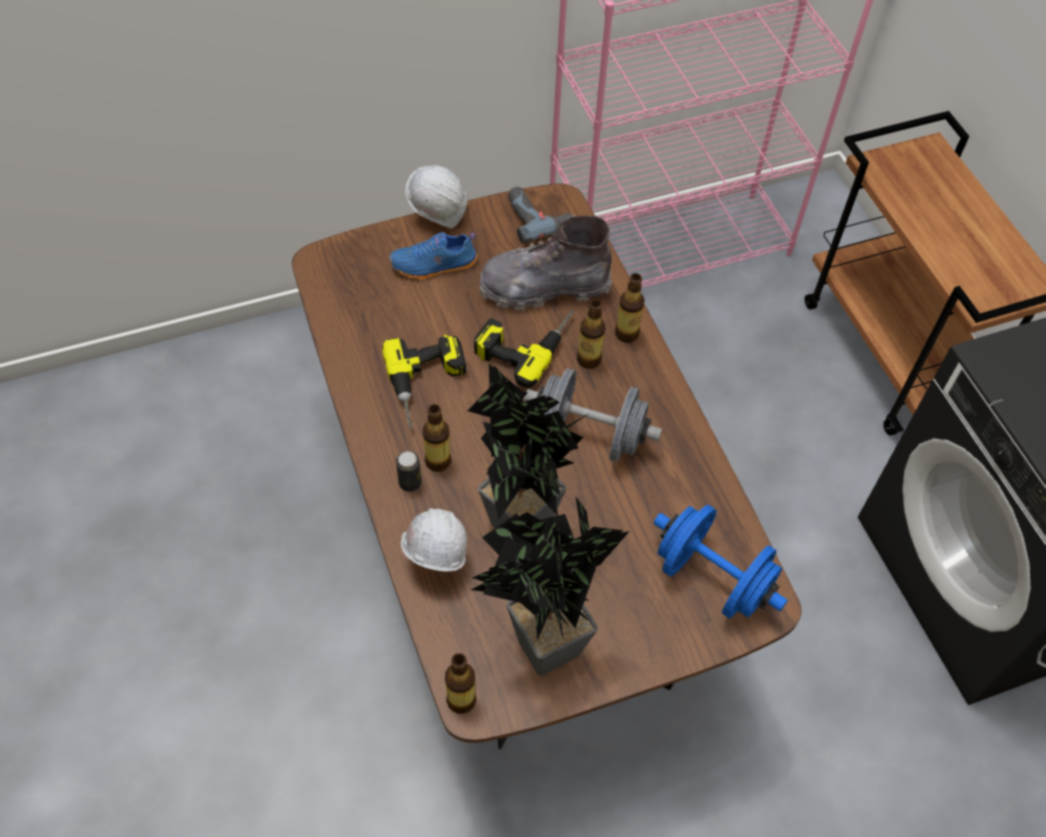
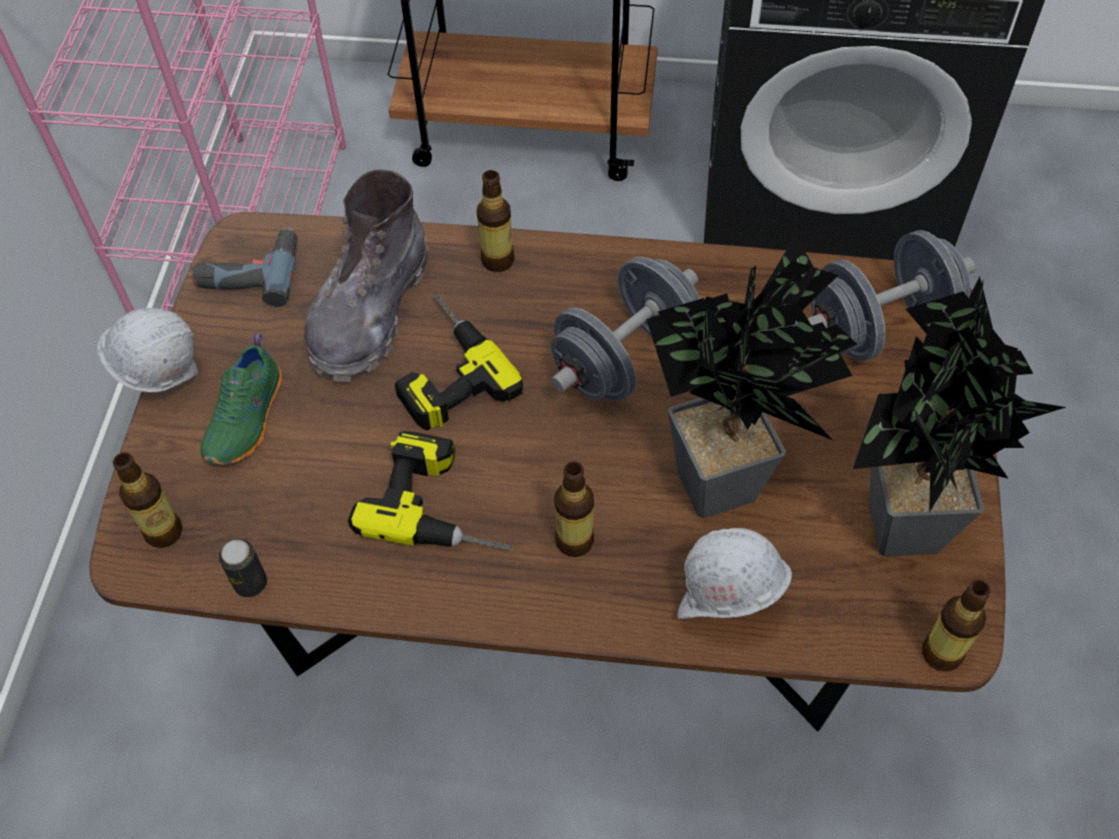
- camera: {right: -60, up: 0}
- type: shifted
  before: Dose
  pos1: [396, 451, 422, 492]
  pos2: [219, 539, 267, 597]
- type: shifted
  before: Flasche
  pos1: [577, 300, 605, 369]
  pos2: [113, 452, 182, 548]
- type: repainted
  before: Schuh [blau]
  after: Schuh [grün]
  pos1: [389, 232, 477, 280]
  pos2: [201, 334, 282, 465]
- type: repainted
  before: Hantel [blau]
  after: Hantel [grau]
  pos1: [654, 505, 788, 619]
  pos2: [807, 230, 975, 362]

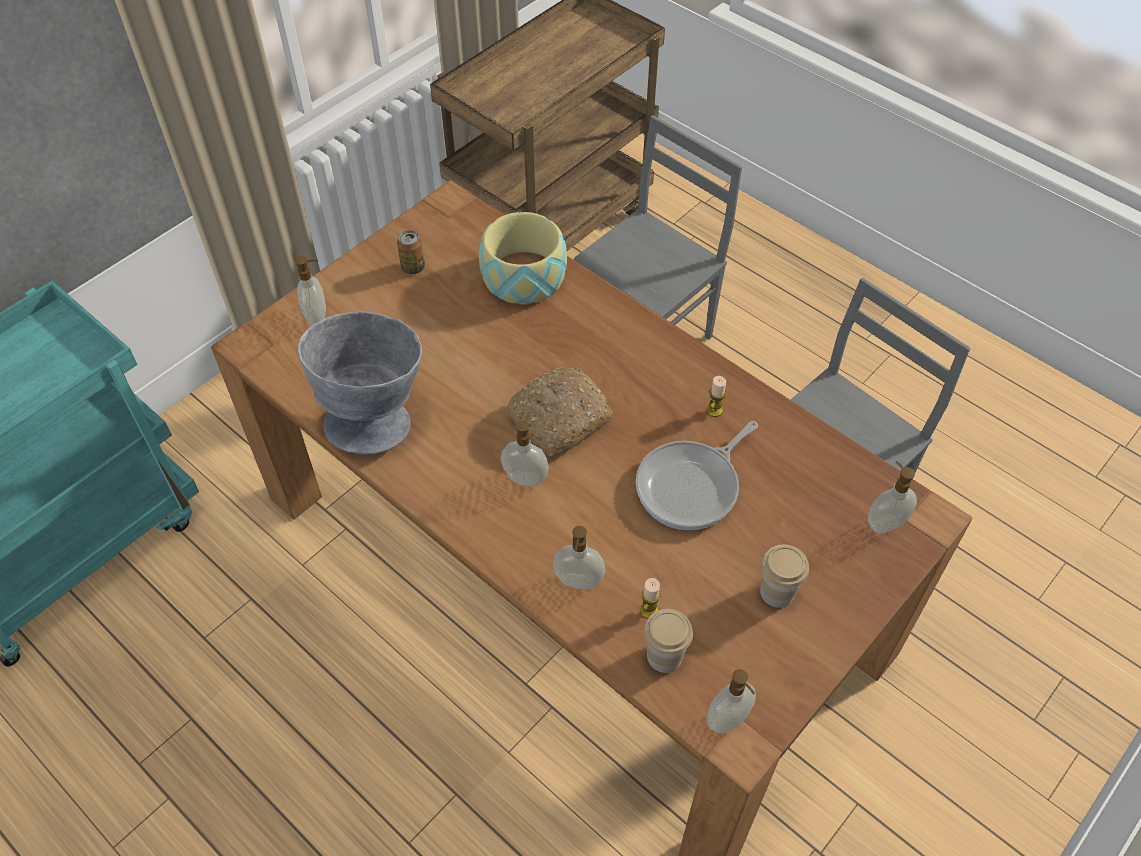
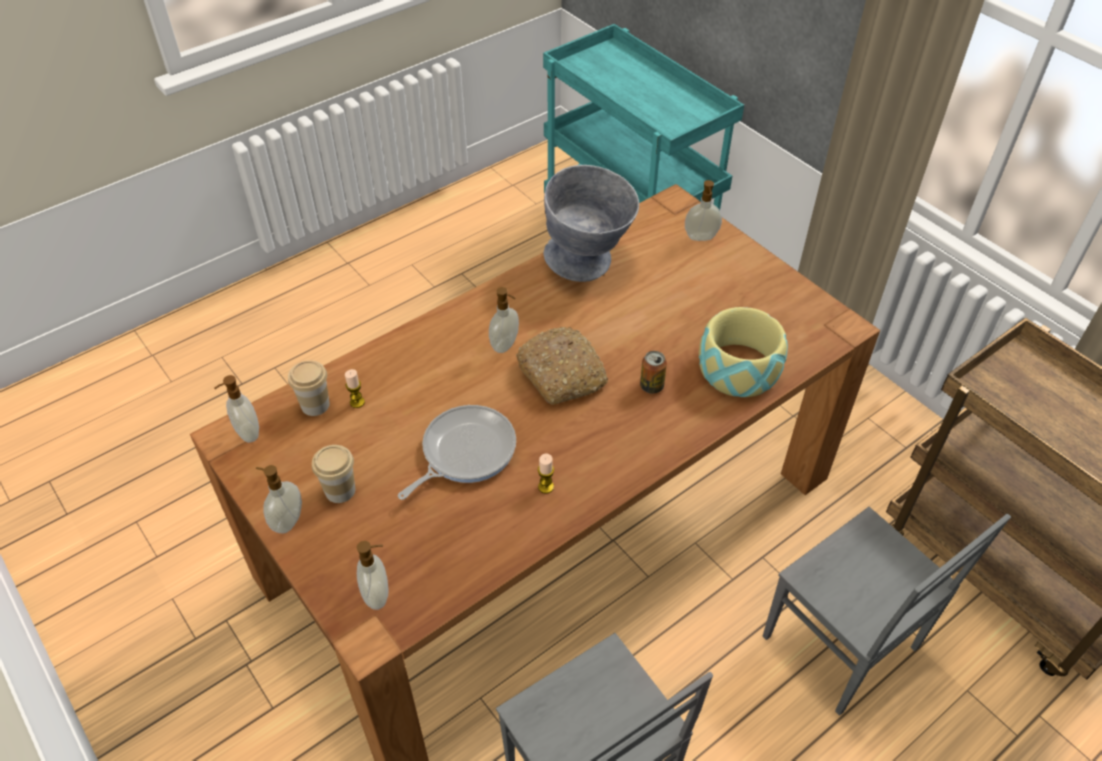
- camera: {right: 100, up: -5}
- type: shifted
  before: Dose
  pos1: [397, 230, 425, 274]
  pos2: [640, 351, 667, 394]
- type: shifted
  before: Seifenspender
  pos1: [553, 526, 605, 589]
  pos2: [255, 465, 302, 534]
- type: rotated
  before: Pfanne
  pos1: [636, 421, 758, 530]
  pos2: [398, 405, 516, 500]
  turn: 75

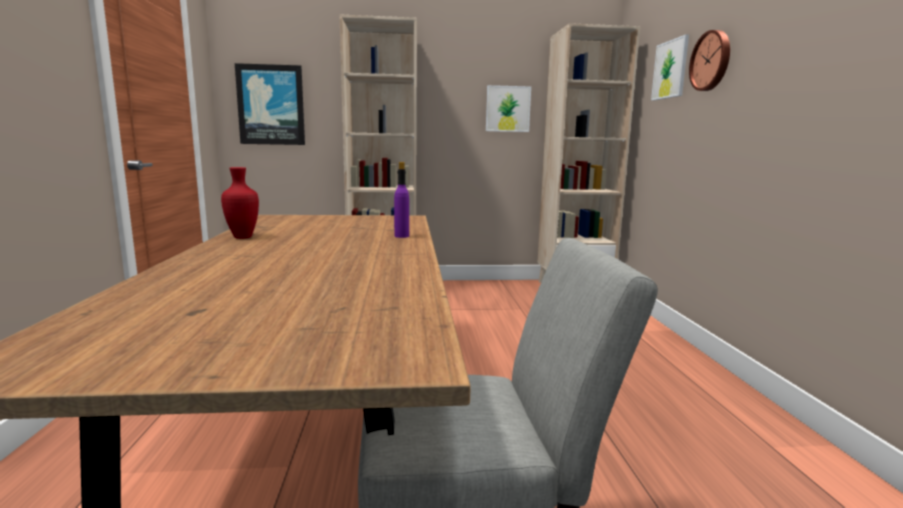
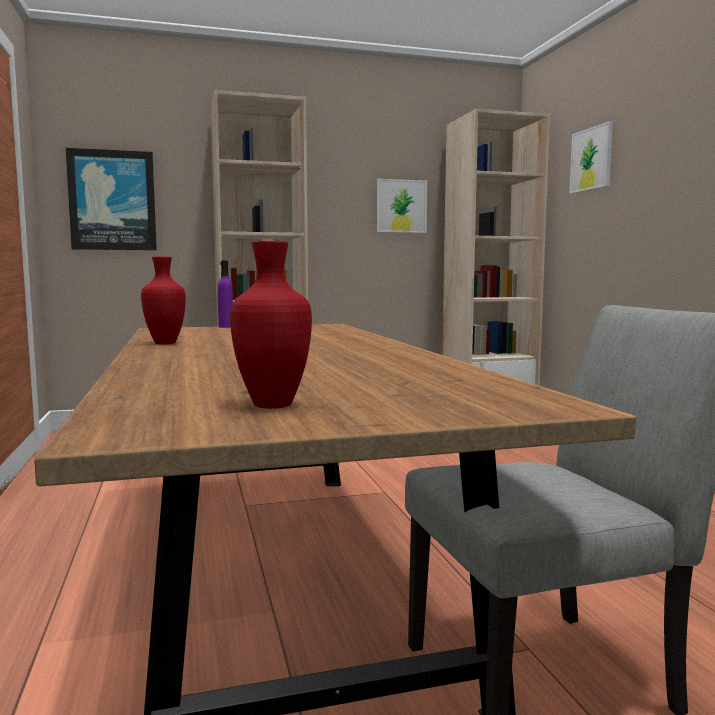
- camera: {right: -10, up: -5}
- type: gone
  before: Wanduhr
  pos1: [689, 30, 730, 91]
- type: new
  after: Vase [rot]
  pos2: [230, 241, 312, 409]
- type: shifted
  before: Flasche [lila]
  pos1: [394, 169, 409, 238]
  pos2: [218, 261, 233, 328]

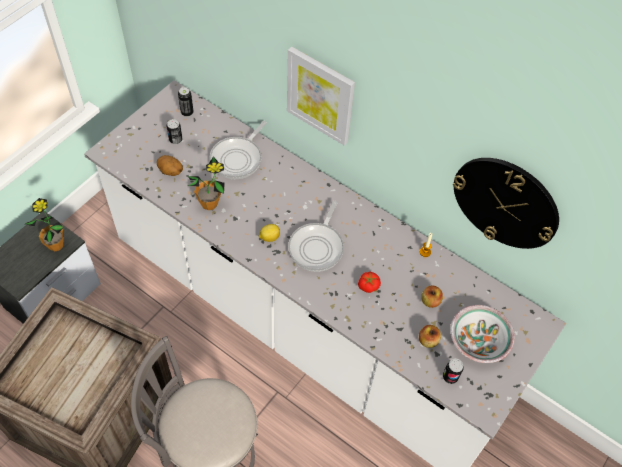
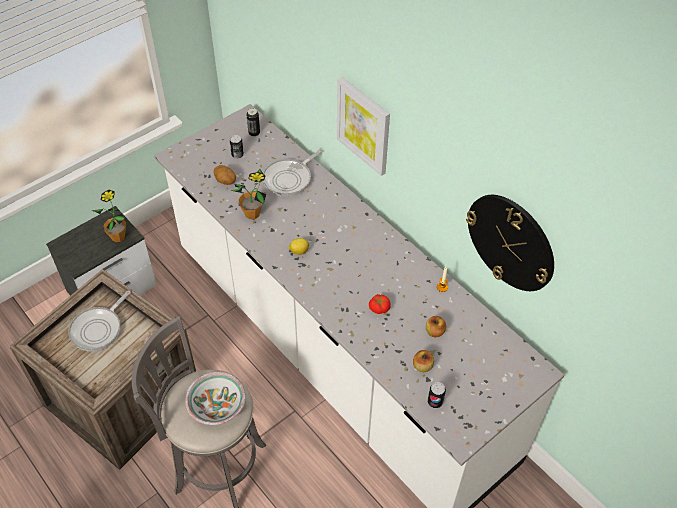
- camera: {right: 15, up: -5}
- type: shifted
  before: Pfanne
  pos1: [288, 201, 344, 272]
  pos2: [68, 291, 131, 351]
- type: shifted
  before: Schüssel
  pos1: [450, 305, 515, 363]
  pos2: [185, 371, 246, 425]

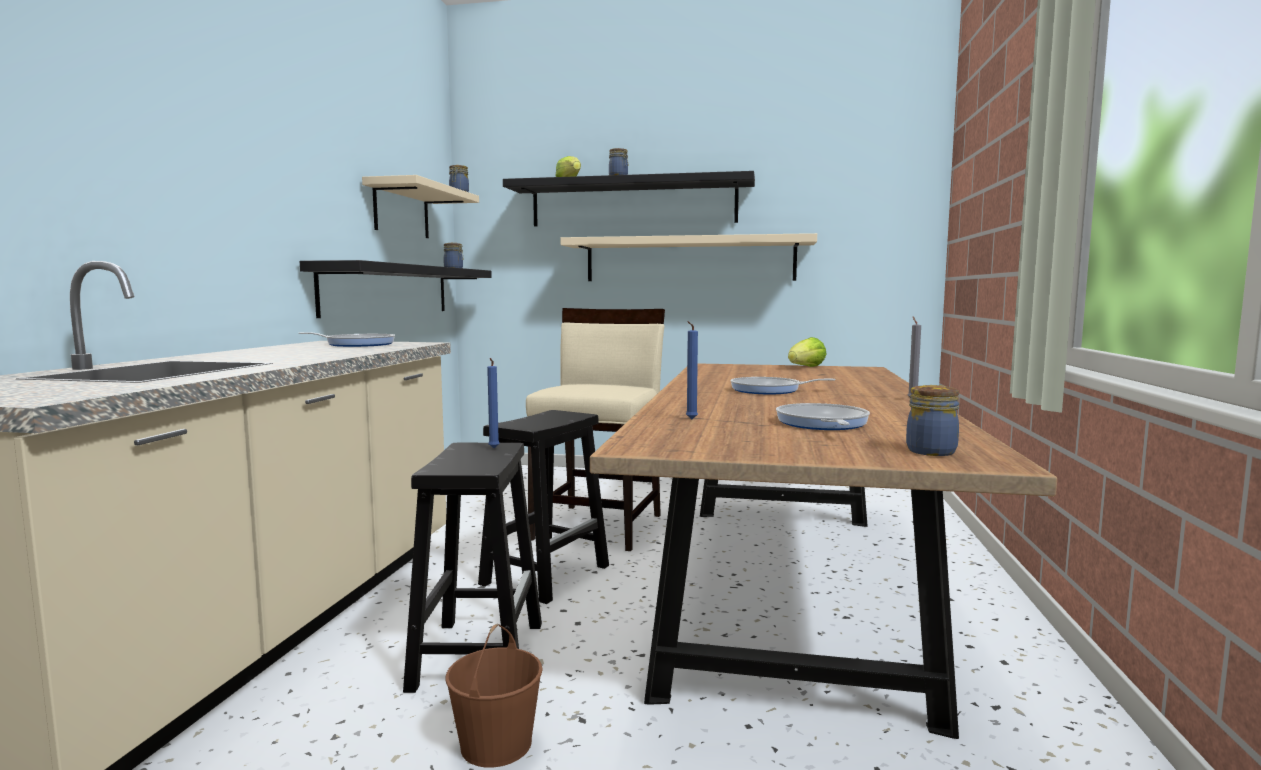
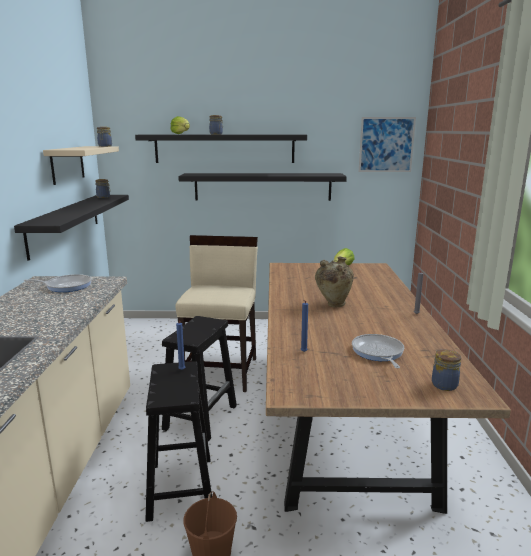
- camera: {right: -10, up: 10}
- type: new
  after: Bild
  pos2: [359, 117, 416, 172]
- type: swapped
  before: Pfanne
  after: Vase [beige]
  pos1: [731, 377, 836, 394]
  pos2: [315, 256, 354, 307]
- type: repainted
  before: Wandregal [beige]
  after: Wandregal [schwarz]
  pos1: [561, 233, 817, 281]
  pos2: [178, 173, 347, 201]

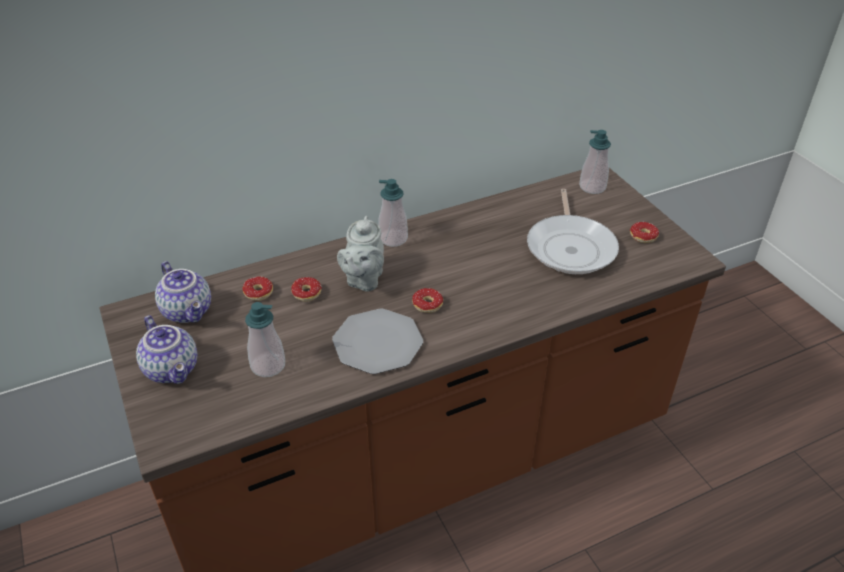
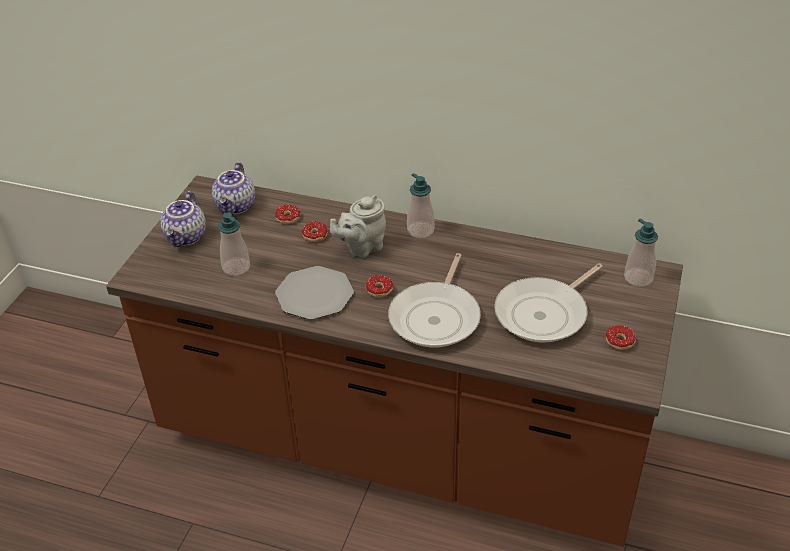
- camera: {right: 45, up: 0}
- type: new
  after: Pfanne
  pos2: [388, 253, 481, 347]

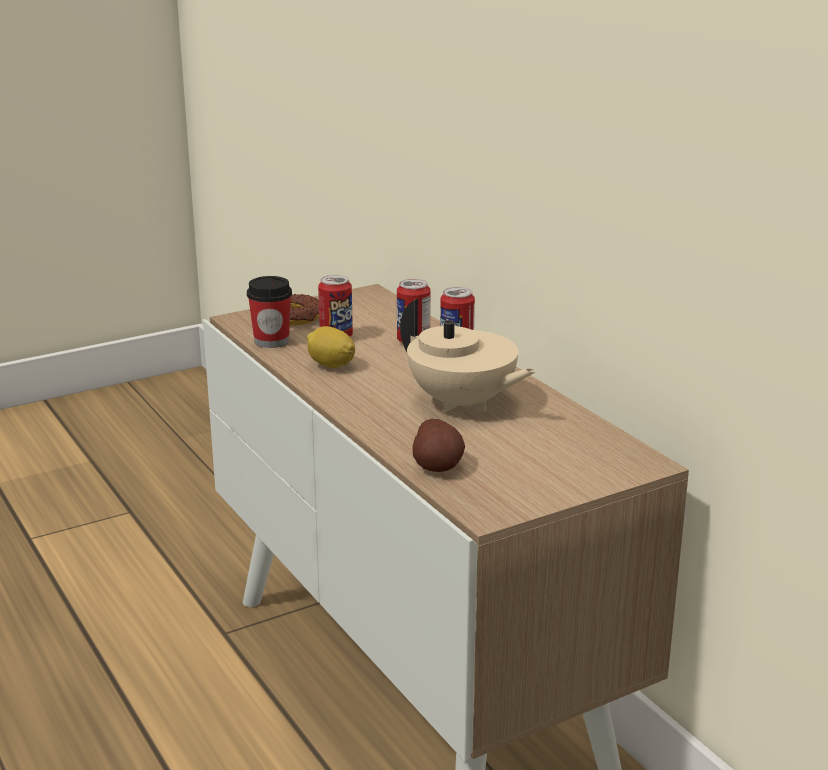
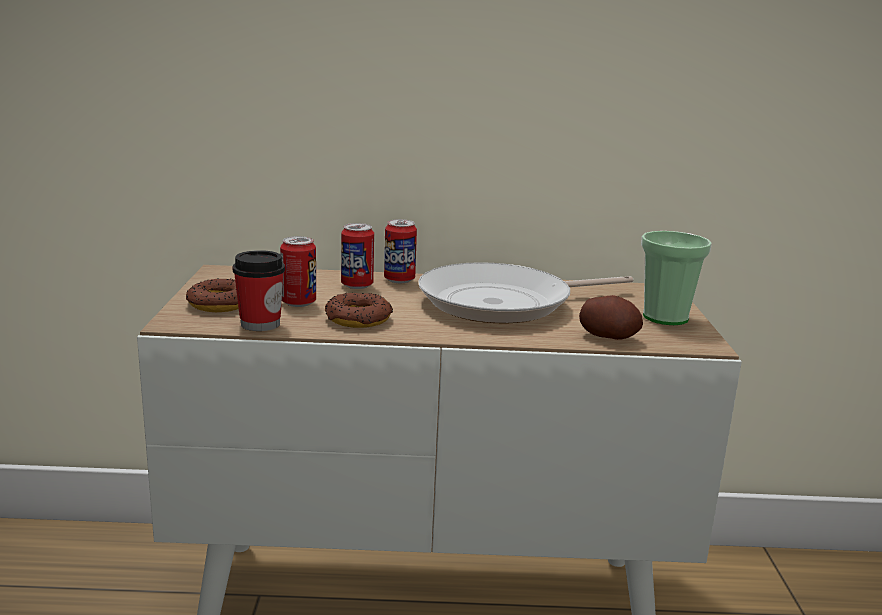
- camera: {right: -60, up: -5}
- type: new
  after: Tasse
  pos2: [641, 231, 712, 325]
- type: swapped
  before: Zitrone
  after: Donut
  pos1: [307, 326, 355, 368]
  pos2: [325, 293, 393, 328]
- type: swapped
  before: Teekanne [beige]
  after: Pfanne
  pos1: [400, 299, 537, 413]
  pos2: [418, 262, 634, 323]

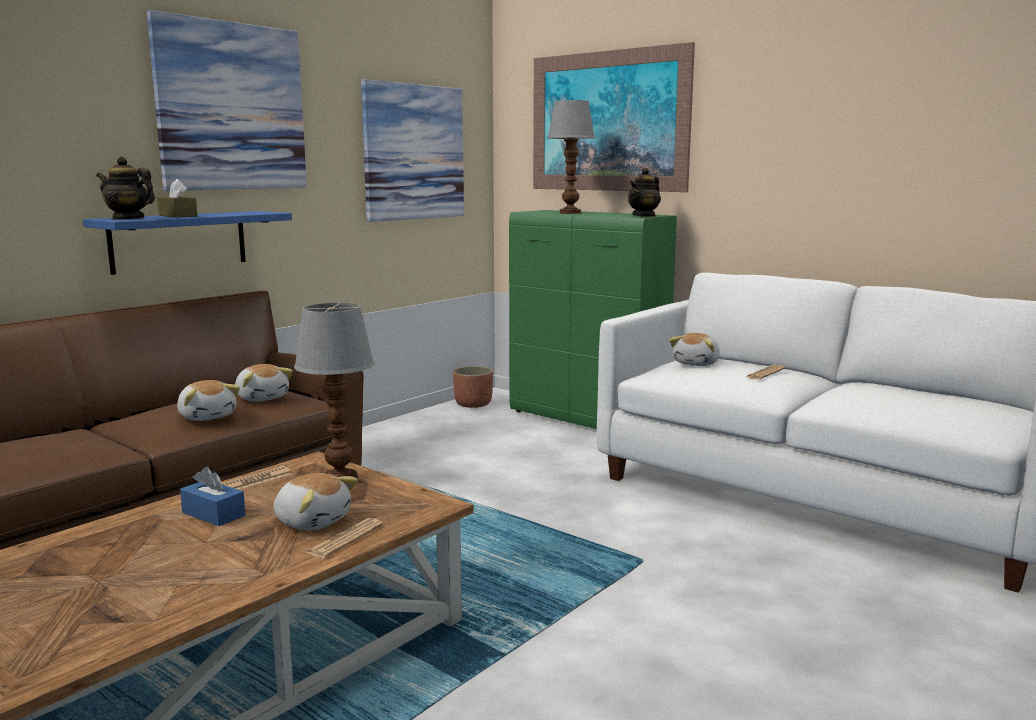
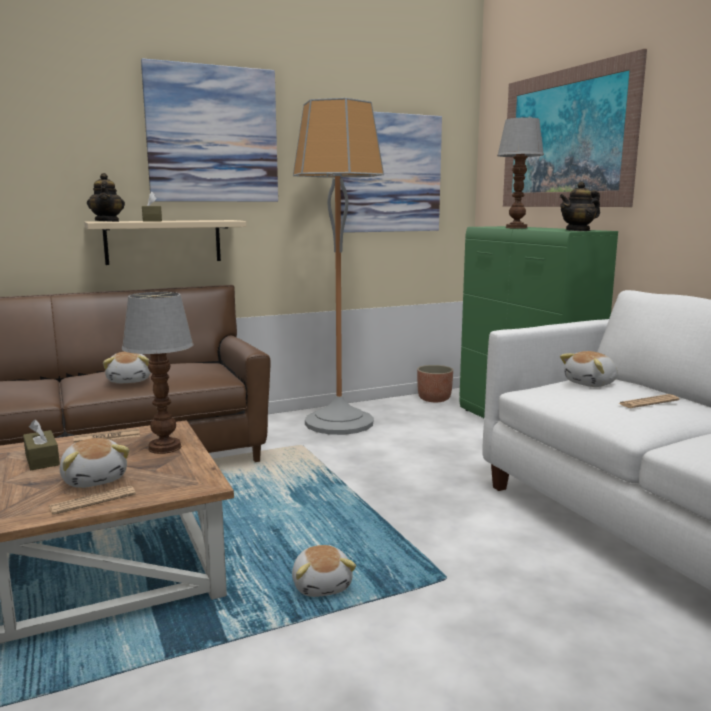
- camera: {right: 25, up: 0}
- type: new
  after: Stehlampe
  pos2: [293, 98, 384, 435]
- type: shifted
  before: Plüschtier
  pos1: [235, 364, 293, 402]
  pos2: [292, 545, 356, 597]
- type: repainted
  before: Wandregal [blau]
  after: Wandregal [beige]
  pos1: [83, 211, 292, 275]
  pos2: [84, 220, 246, 265]
- type: repainted
  before: Taschentuchbox [blau]
  after: Taschentuchbox [braun]
  pos1: [180, 467, 246, 526]
  pos2: [23, 420, 60, 470]
- type: rotated
  before: Teekanne
  pos1: [96, 157, 155, 220]
  pos2: [87, 173, 125, 222]
  turn: -150

